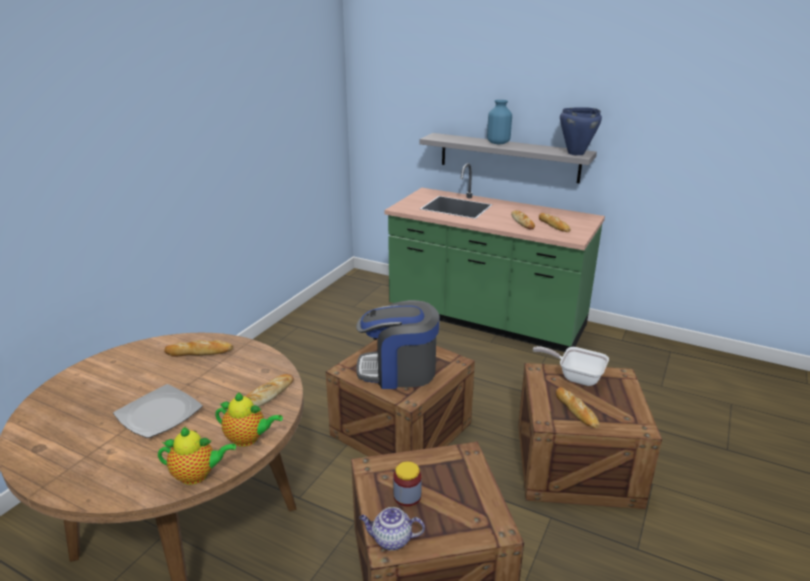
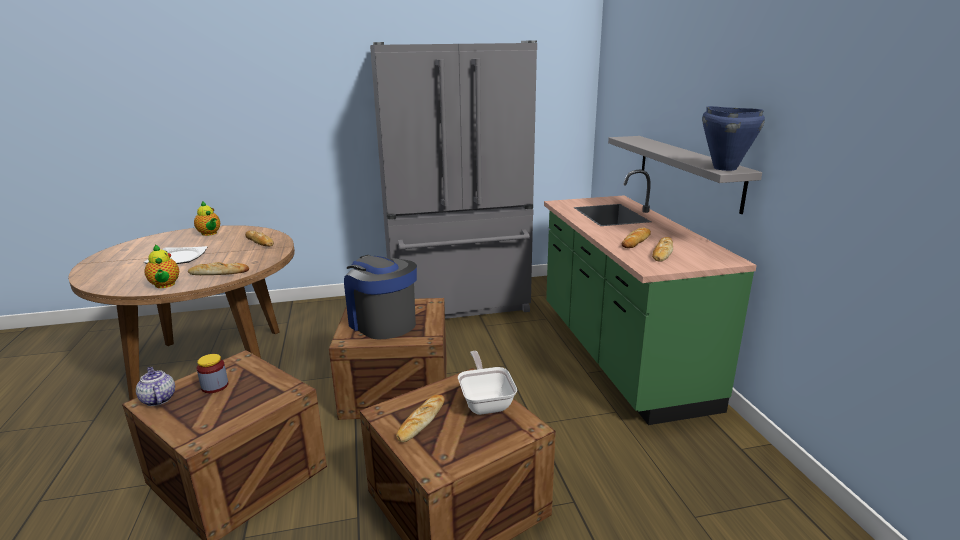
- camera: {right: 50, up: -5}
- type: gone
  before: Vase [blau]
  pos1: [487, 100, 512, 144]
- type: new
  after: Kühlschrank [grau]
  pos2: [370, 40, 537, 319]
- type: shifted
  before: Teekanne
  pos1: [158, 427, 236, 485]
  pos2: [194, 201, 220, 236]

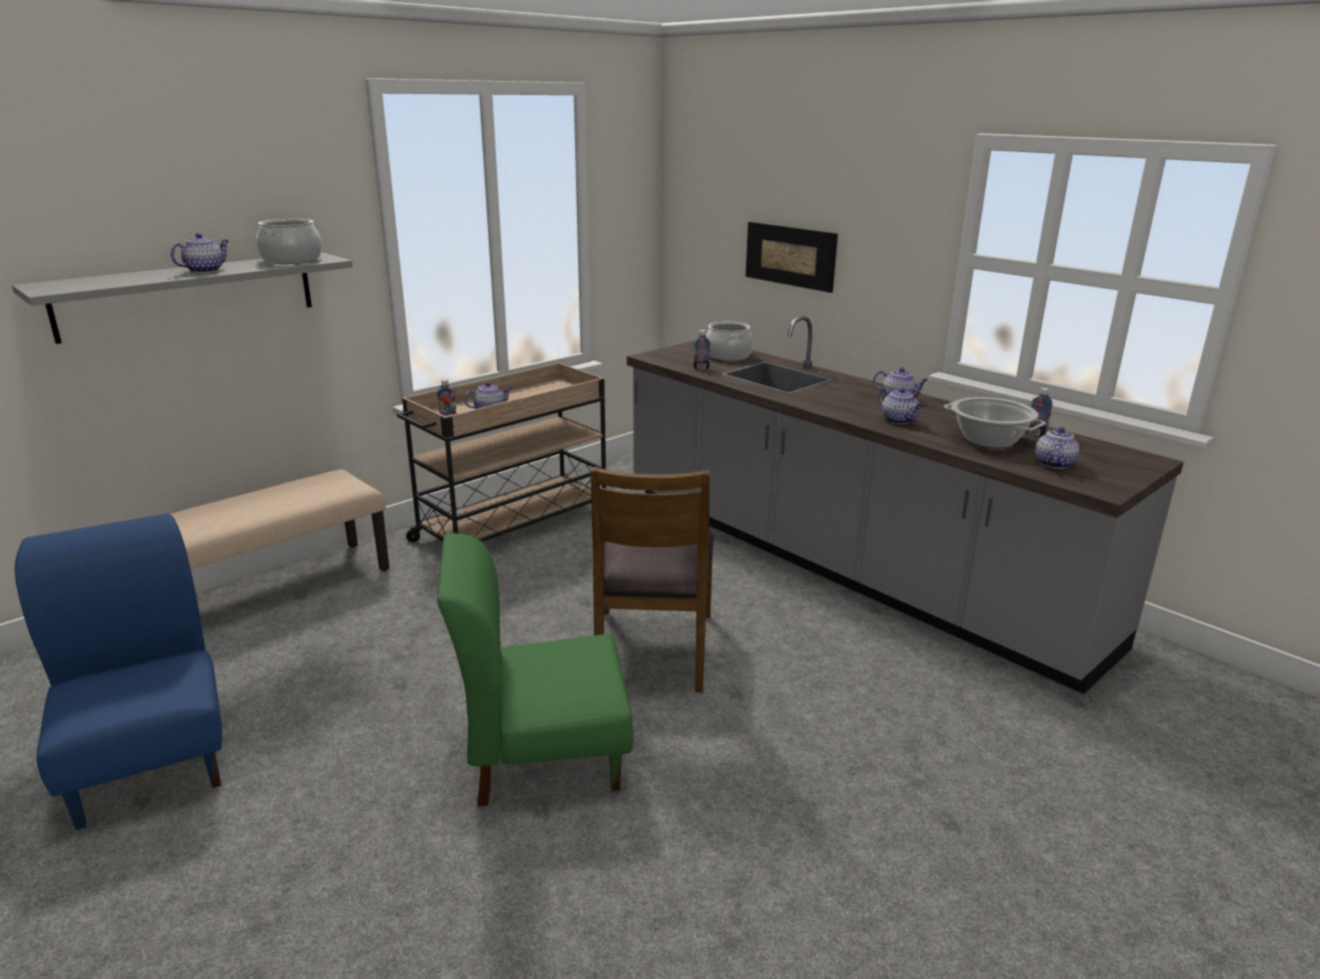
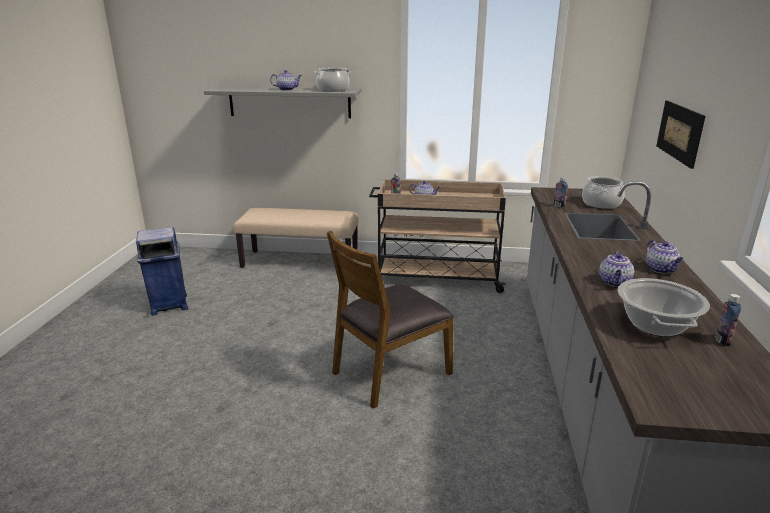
- camera: {right: 50, up: 0}
- type: gone
  before: Stuhl [grün]
  pos1: [437, 533, 633, 807]
- type: gone
  before: Teekanne
  pos1: [1036, 427, 1079, 469]
- type: swapped
  before: Stuhl [blau]
  after: Mülleimer [blau]
  pos1: [15, 514, 222, 830]
  pos2: [136, 227, 188, 315]

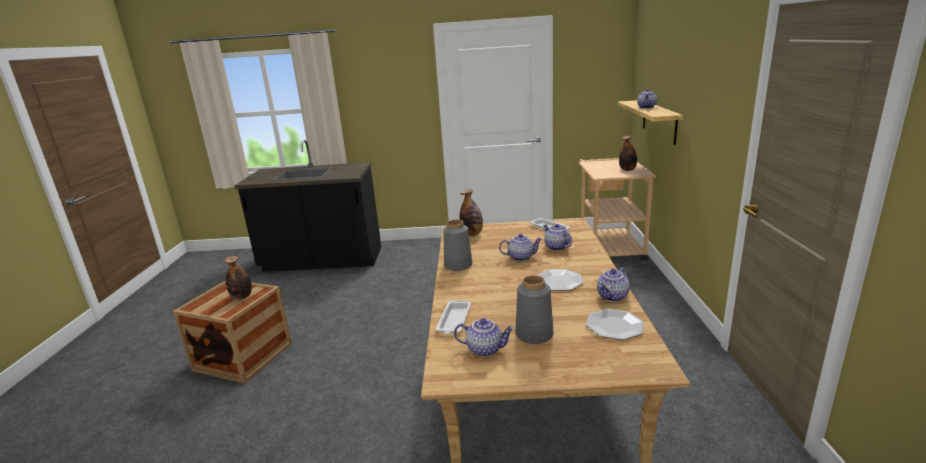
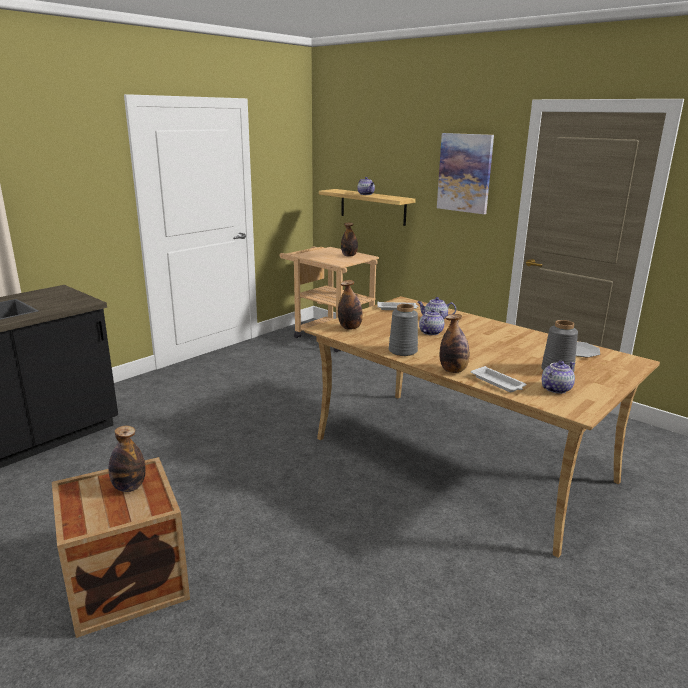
- camera: {right: -50, up: 0}
- type: gone
  before: Teller
  pos1: [537, 269, 583, 291]
- type: gone
  before: Teekanne
  pos1: [597, 267, 630, 302]
- type: new
  after: Bild
  pos2: [437, 133, 494, 214]
- type: new
  after: Flasche
  pos2: [440, 314, 469, 373]

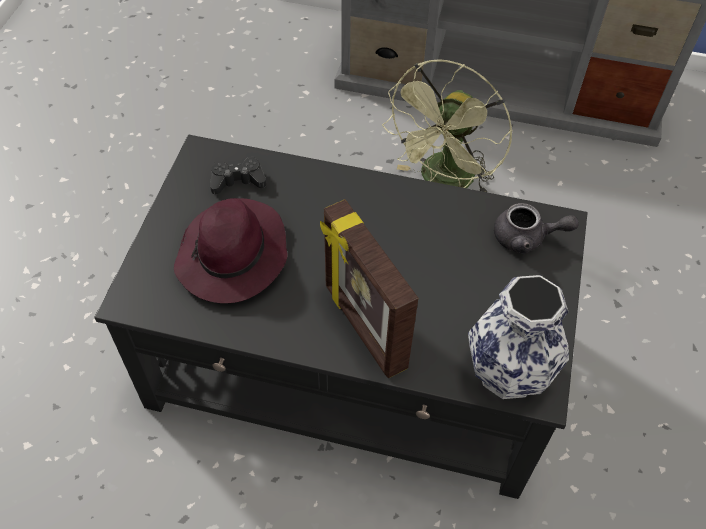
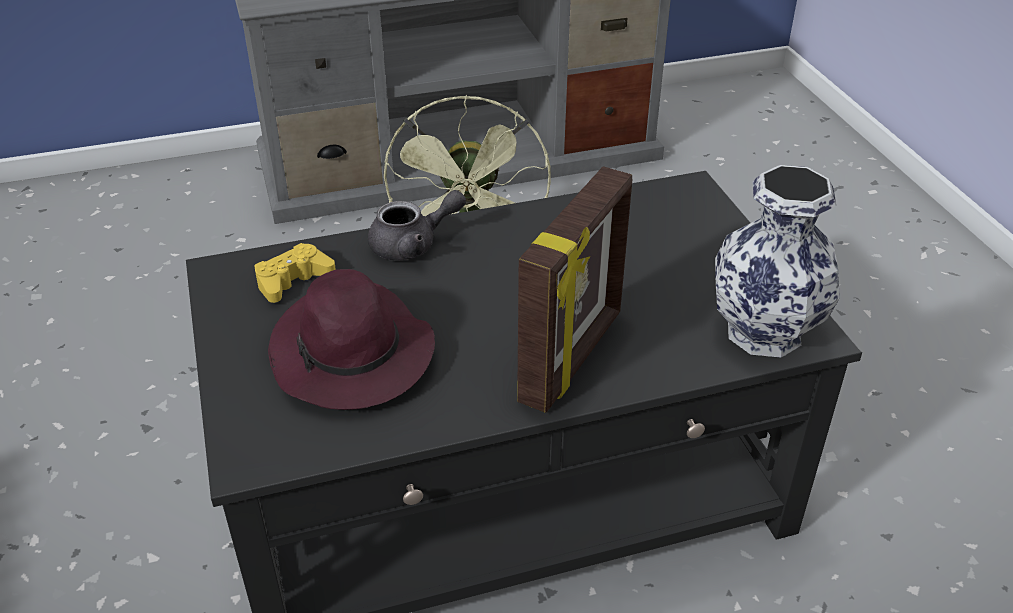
- camera: {right: -30, up: -15}
- type: shifted
  before: Teekanne [grau]
  pos1: [494, 203, 579, 254]
  pos2: [368, 190, 466, 260]
- type: repainted
  before: Gamepad [schwarz]
  after: Gamepad [gelb]
  pos1: [210, 157, 266, 194]
  pos2: [254, 243, 336, 303]
- type: rotated
  before: Bilderrahmen
  pos1: [320, 199, 418, 378]
  pos2: [517, 166, 632, 413]
  turn: -90

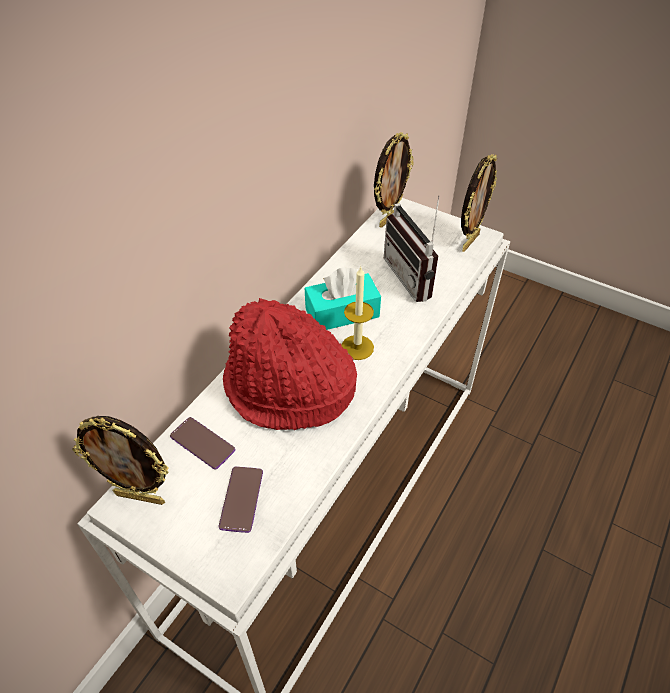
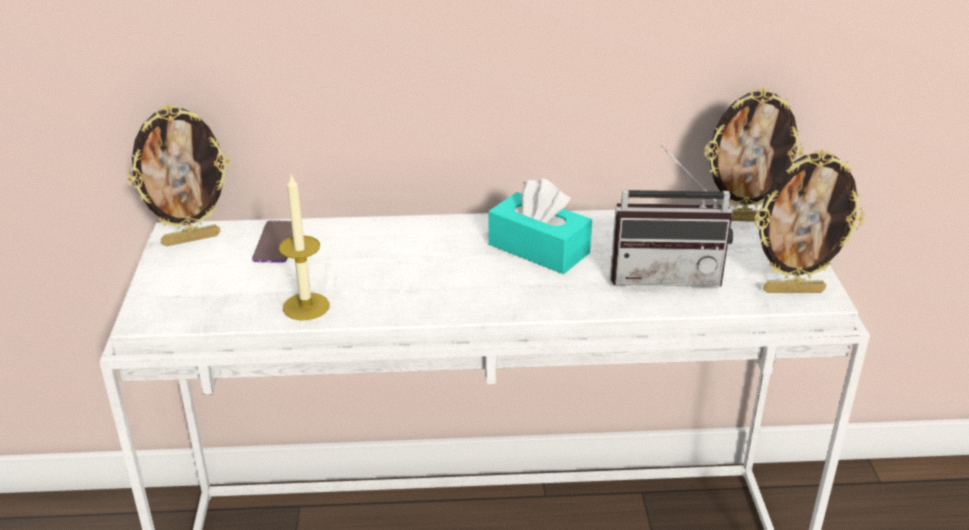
- camera: {right: 55, up: -15}
- type: gone
  before: Handy
  pos1: [218, 467, 263, 533]
- type: gone
  before: Hut [rot]
  pos1: [223, 298, 357, 430]
- type: shifted
  before: Kerze
  pos1: [341, 267, 374, 360]
  pos2: [279, 174, 330, 320]
- type: rotated
  before: Bilderrahmen
  pos1: [72, 416, 169, 505]
  pos2: [127, 105, 231, 246]
  turn: -90
- type: rotated
  before: Radio
  pos1: [384, 195, 440, 302]
  pos2: [610, 145, 733, 287]
  turn: -120

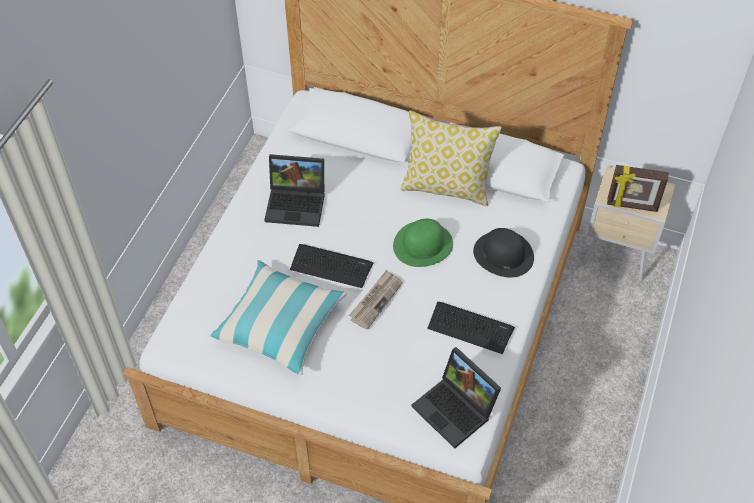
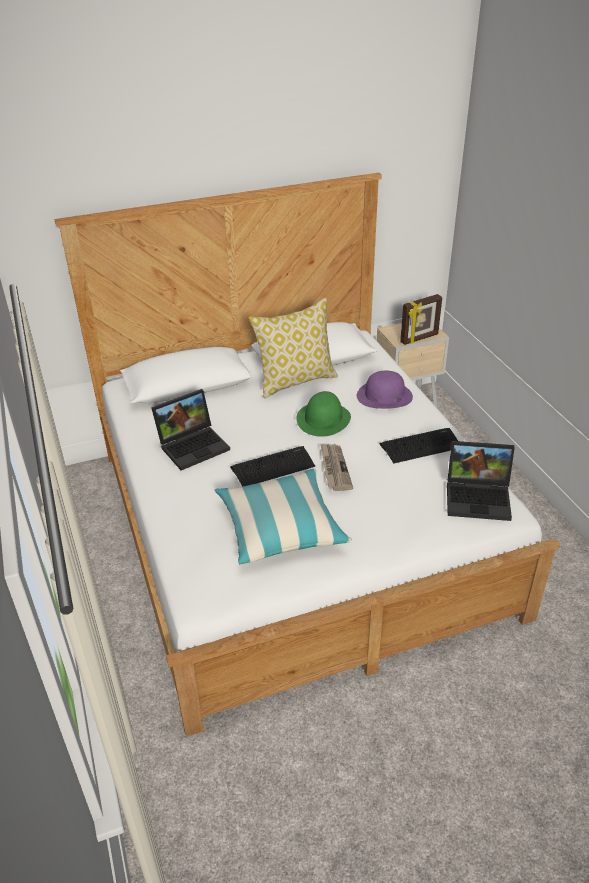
- camera: {right: -40, up: -15}
- type: repainted
  before: Hut [schwarz]
  after: Hut [lila]
  pos1: [473, 228, 534, 278]
  pos2: [357, 371, 413, 409]

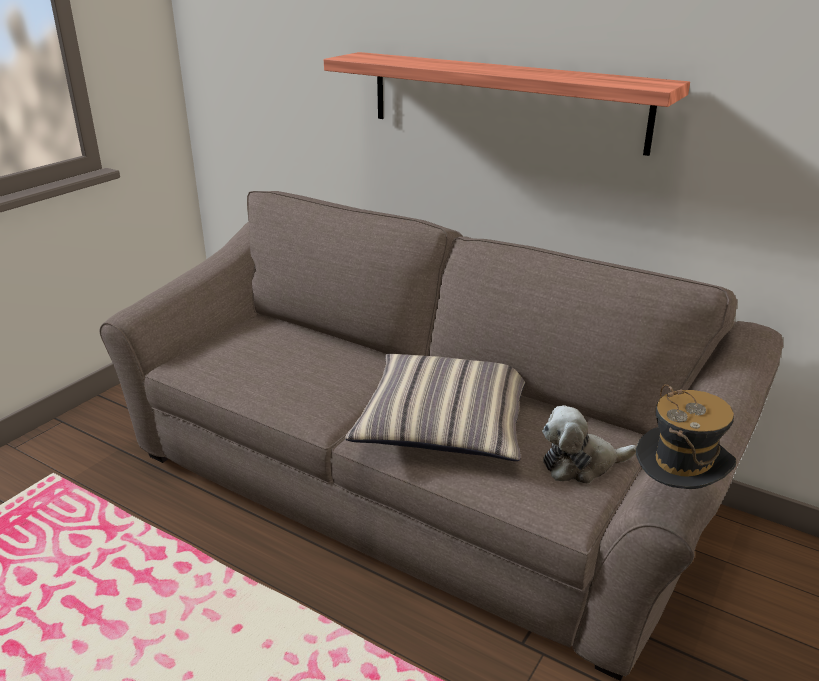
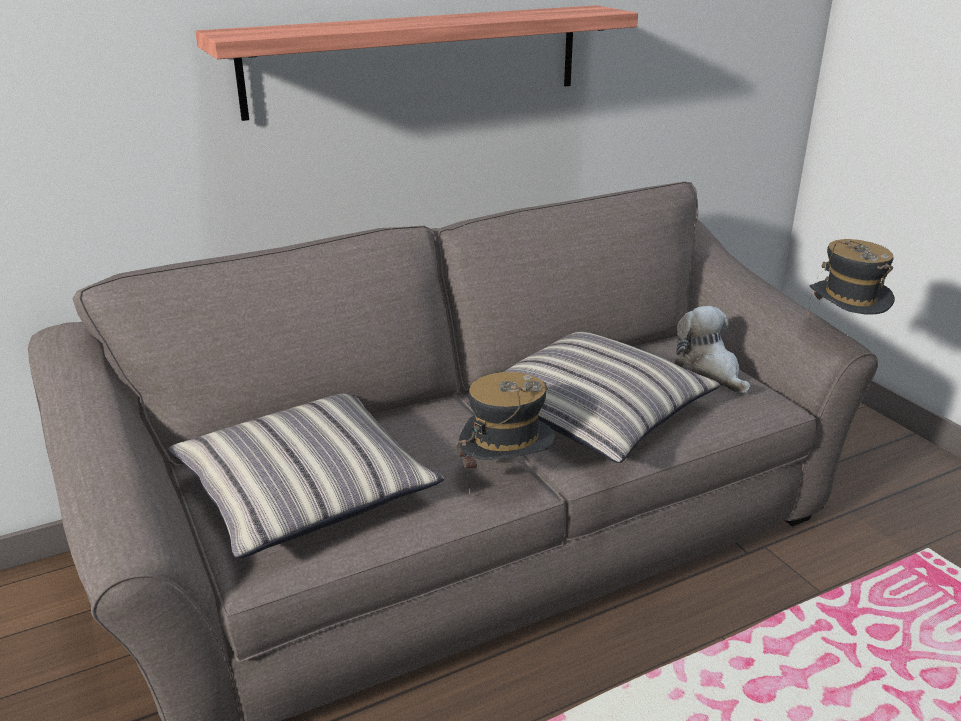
- camera: {right: -60, up: 0}
- type: new
  after: Kissen
  pos2: [168, 394, 444, 558]
- type: new
  after: Hut
  pos2: [455, 372, 555, 497]
- type: rotated
  before: Plüschtier
  pos1: [542, 405, 636, 484]
  pos2: [675, 306, 750, 394]
  turn: 135

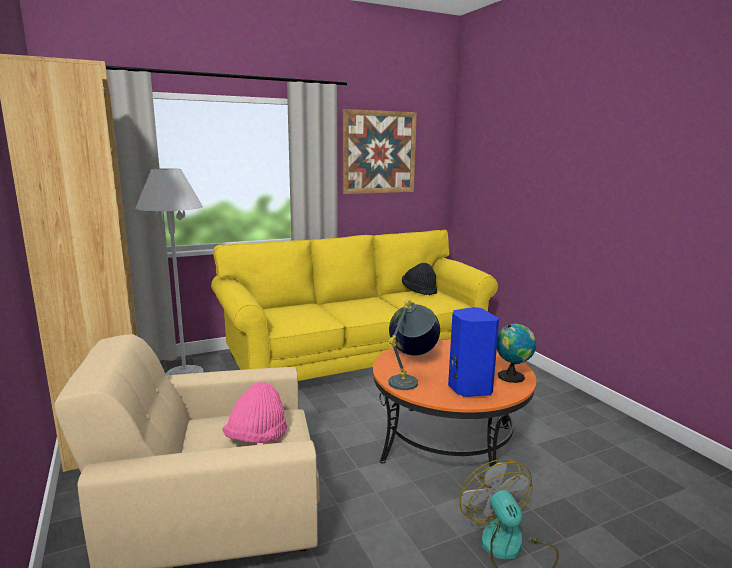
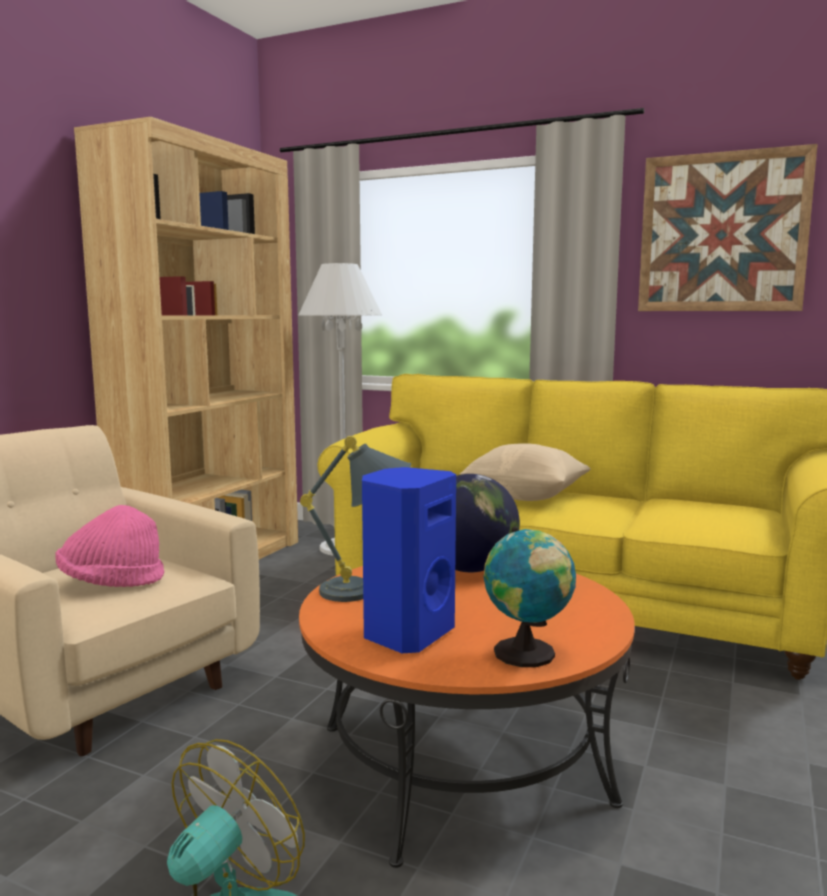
- camera: {right: 50, up: -5}
- type: gone
  before: Hut [schwarz]
  pos1: [402, 263, 437, 295]
- type: new
  after: Kissen [beige]
  pos2: [460, 443, 591, 501]

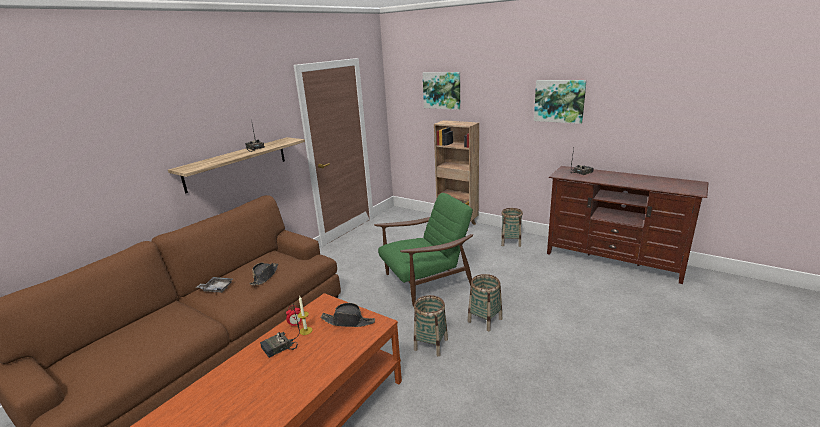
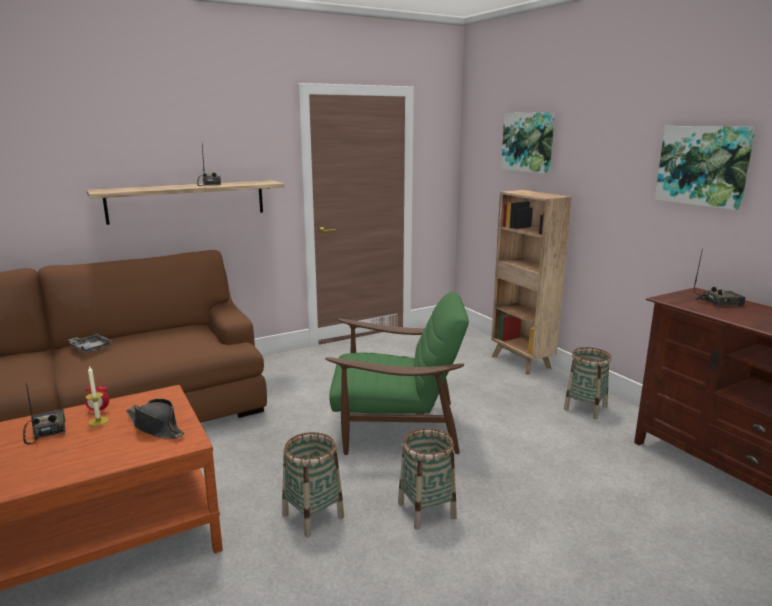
- camera: {right: 25, up: -5}
- type: gone
  before: Hut [schwarz]
  pos1: [249, 263, 278, 285]
- type: rotated
  before: Radio
  pos1: [260, 304, 300, 358]
  pos2: [23, 382, 65, 445]
  turn: 75

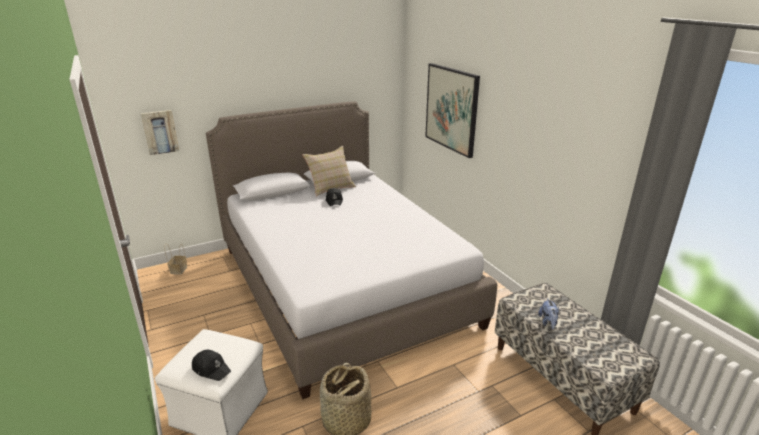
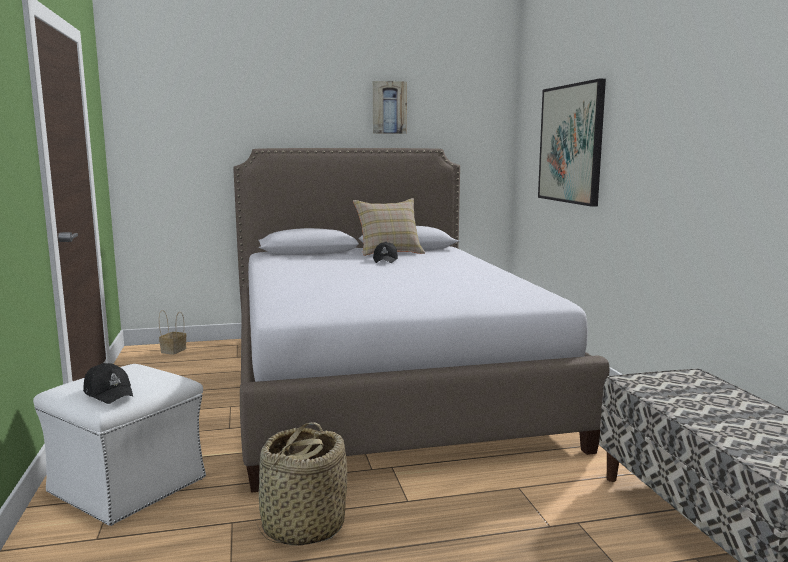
- camera: {right: 15, up: -15}
- type: gone
  before: Plüschtier
  pos1: [538, 298, 559, 329]
- type: shifted
  before: Bild
  pos1: [141, 110, 179, 155]
  pos2: [373, 81, 407, 134]

